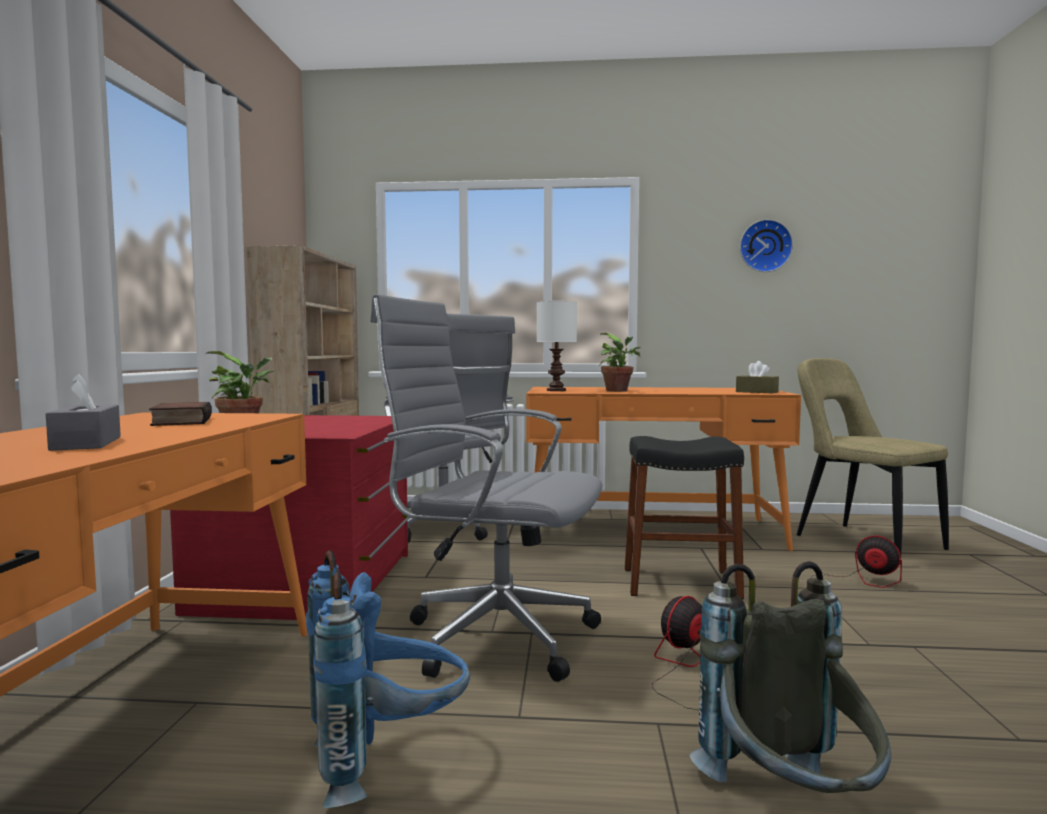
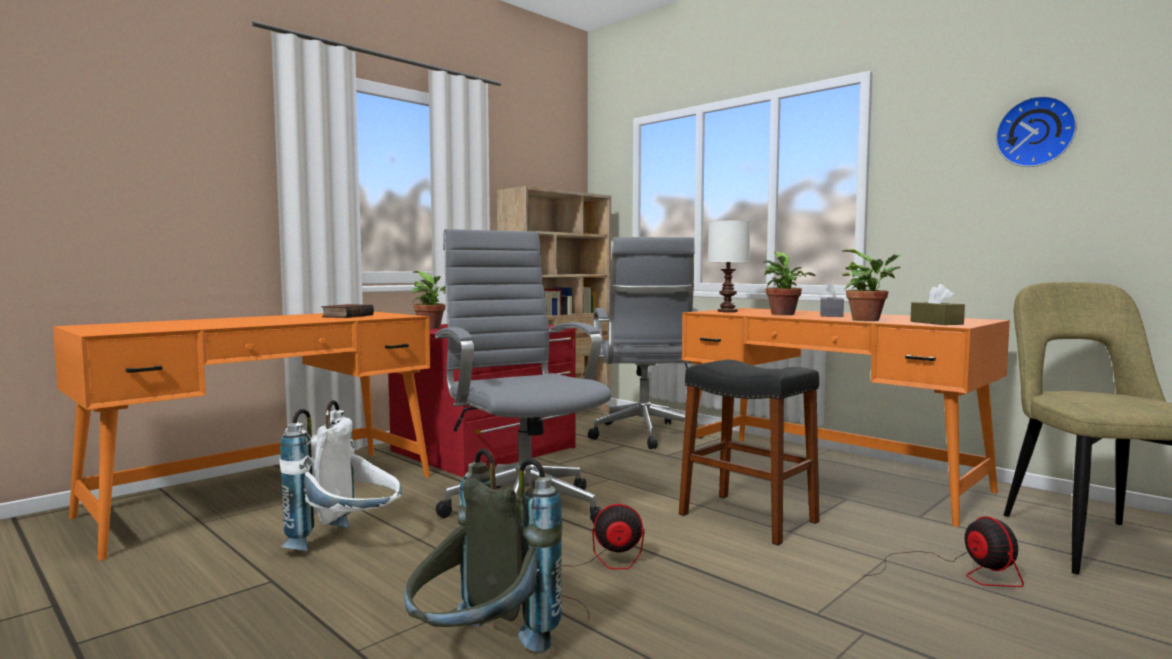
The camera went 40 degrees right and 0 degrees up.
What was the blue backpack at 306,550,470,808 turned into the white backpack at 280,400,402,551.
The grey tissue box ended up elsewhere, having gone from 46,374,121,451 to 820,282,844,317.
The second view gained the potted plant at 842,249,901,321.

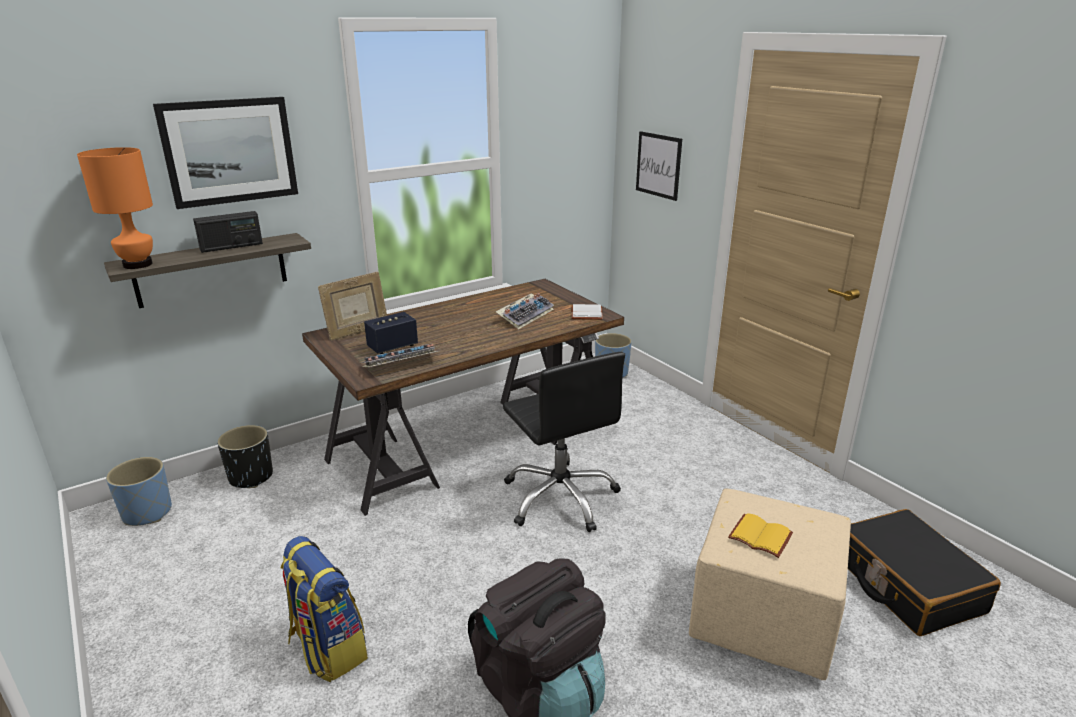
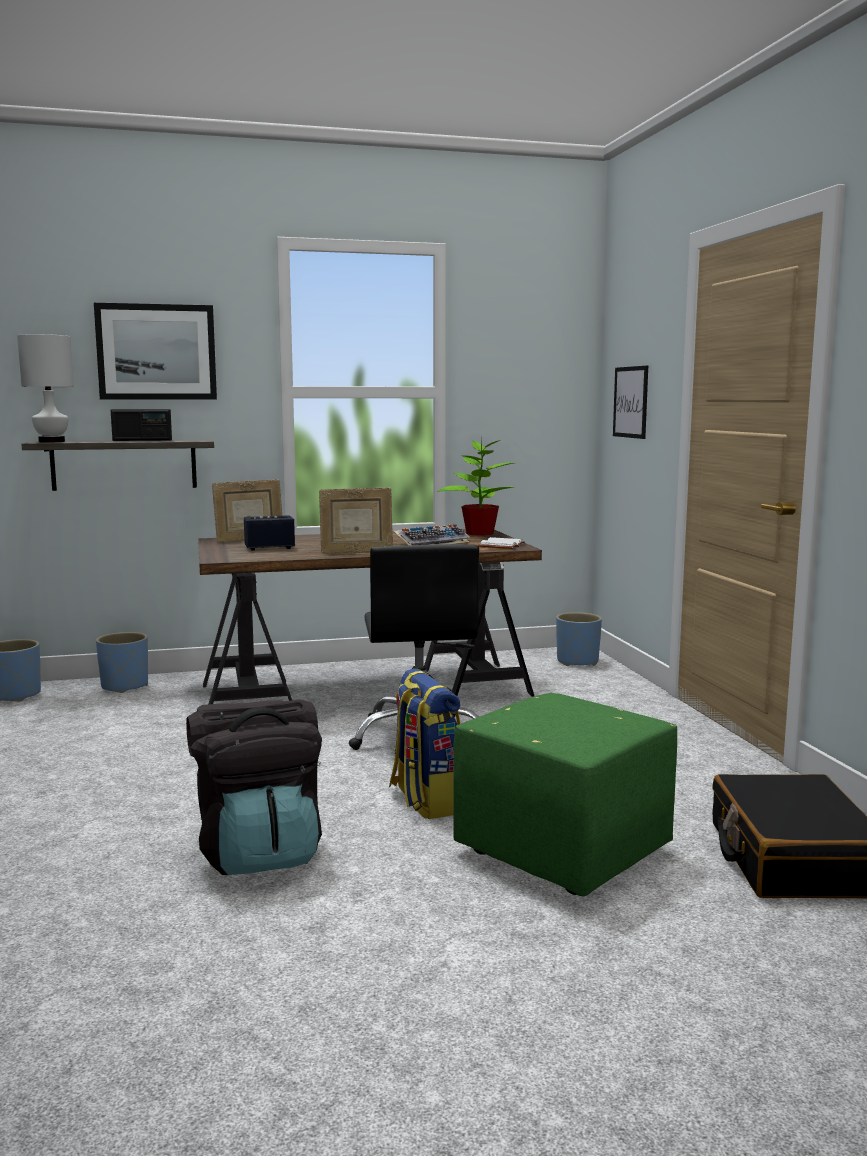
The camera went 20 degrees right and 15 degrees down.
What was the orange table lamp at 77,147,153,269 turned into the white table lamp at 17,334,74,442.
What was the black planter at 217,425,273,488 turned into the blue planter at 96,632,148,693.
The second view gained the picture frame at 319,487,393,554.
The backpack ended up elsewhere, having gone from 281,536,368,682 to 389,668,460,819.
The second view gained the potted plant at 438,437,514,536.
What was the beige ottoman at 689,488,851,680 turned into the green ottoman at 453,693,677,896.
The second view lost the keyboard at 360,344,438,367.
The second view lost the yellow book at 728,513,793,558.

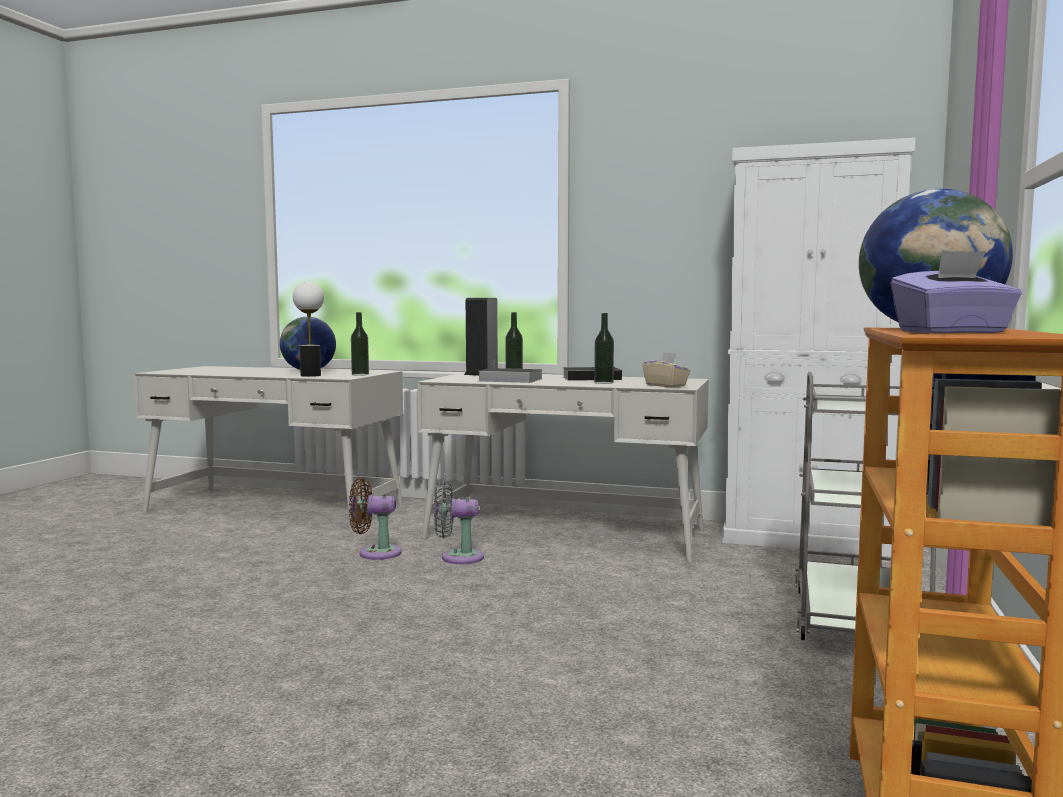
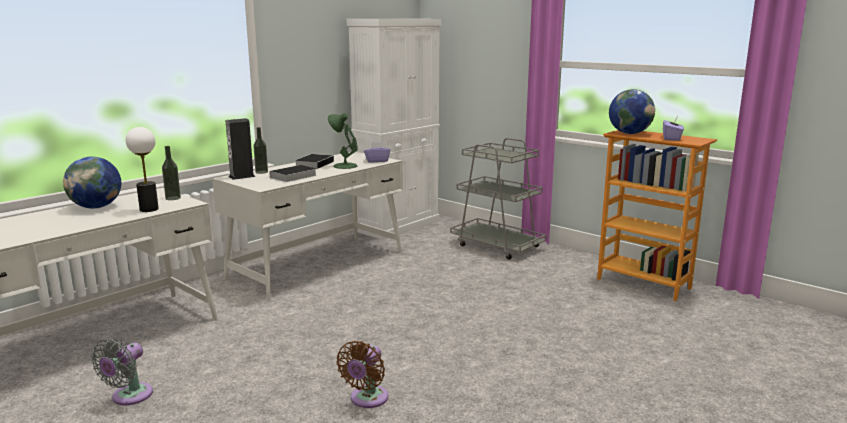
The camera went 65 degrees left and 10 degrees up.
The grey fan ended up elsewhere, having gone from 434,481,484,564 to 91,339,153,406.
Where the bottle stood at 594,313,614,384, the green table lamp came to stand at 328,113,358,169.
The brown fan ended up elsewhere, having gone from 349,478,402,560 to 336,341,388,408.
What was the beige tissue box at 642,352,691,387 turned into the purple tissue box at 364,141,390,163.

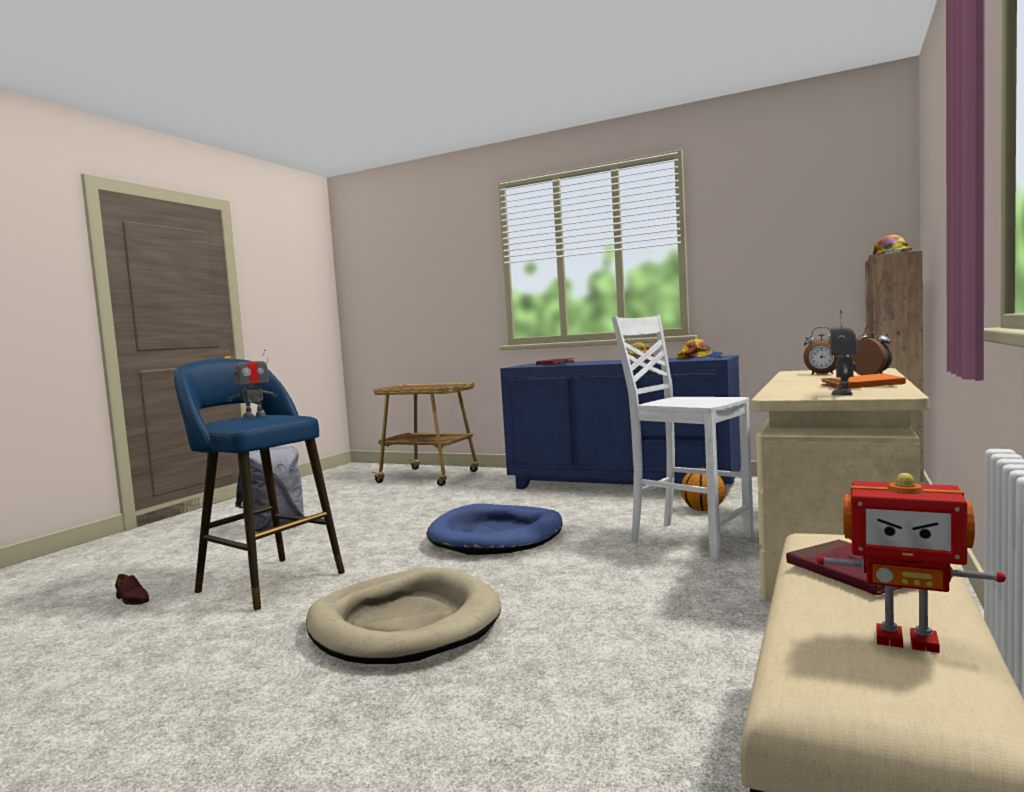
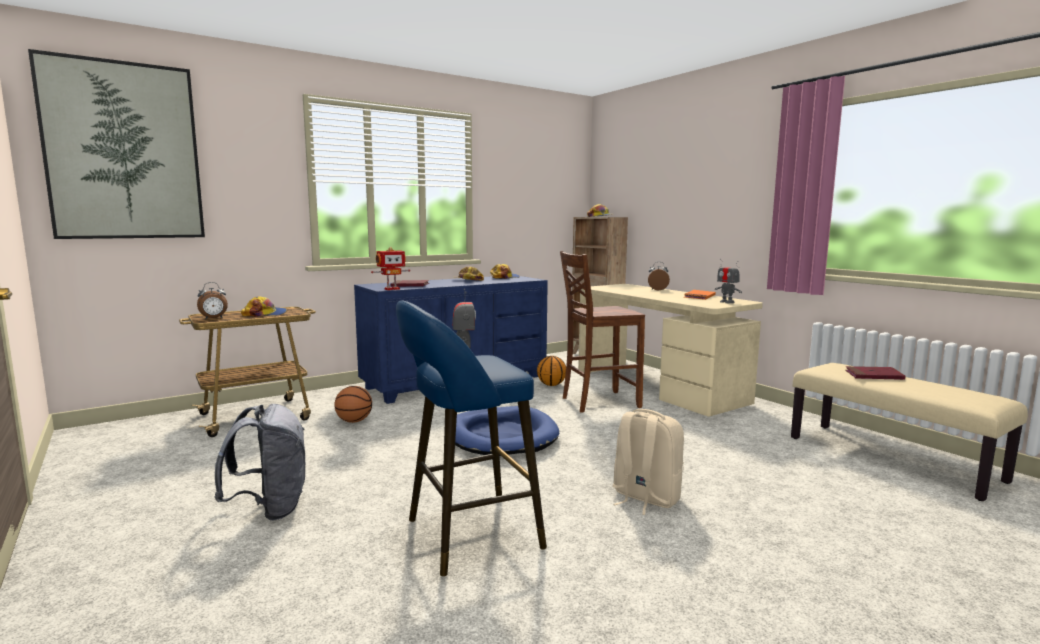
The camera went 60 degrees left and 5 degrees up.
The second view gained the picture at 28,49,205,239.
The alarm clock ended up elsewhere, having gone from 803,327,842,374 to 197,282,228,319.
The second view gained the cap at 241,296,287,317.
The second view gained the basketball at 334,386,372,423.
The toy robot ended up elsewhere, having gone from 817,473,1006,653 to 371,247,410,290.
What was the white chair at 612,315,754,561 turned into the brown chair at 560,251,645,413.
Where the beige dog bed stood at 306,567,501,664, the beige backpack came to stand at 612,409,684,515.
The second view lost the brown shoe at 115,574,149,605.

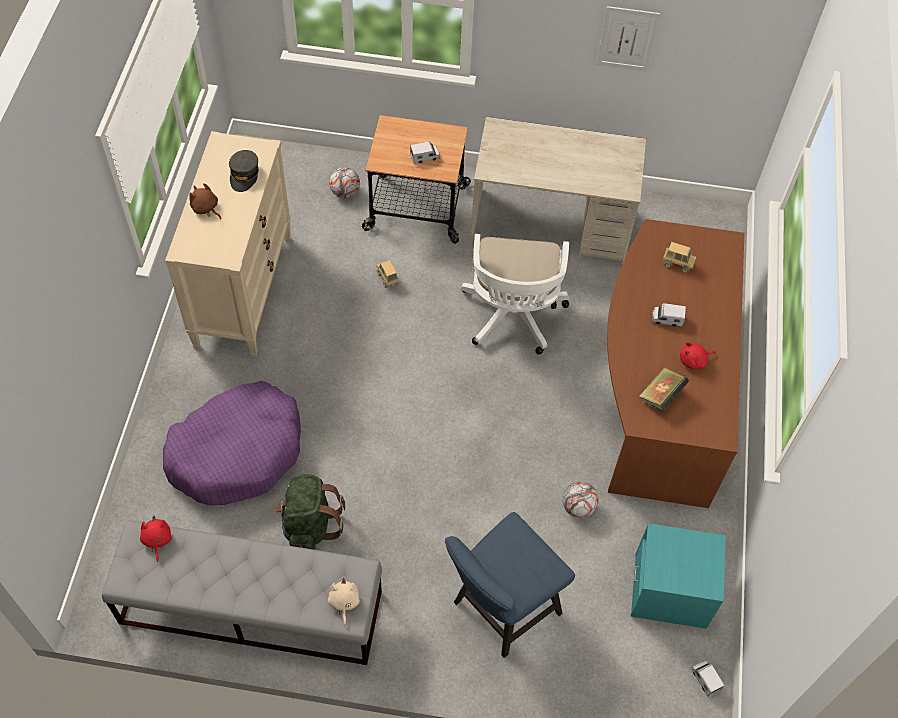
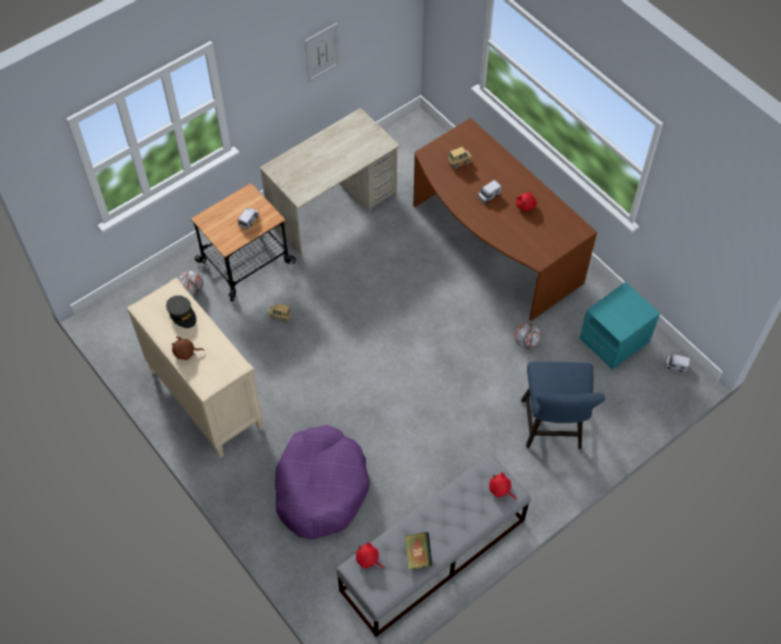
The camera went 45 degrees left and 0 degrees up.
The book ended up elsewhere, having gone from 639,367,689,411 to 405,532,433,571.
What was the beige plush toy at 328,578,360,626 turned into the red plush toy at 489,472,516,500.
The second view lost the green backpack at 274,474,345,550.
The second view lost the white office chair at 460,234,569,354.

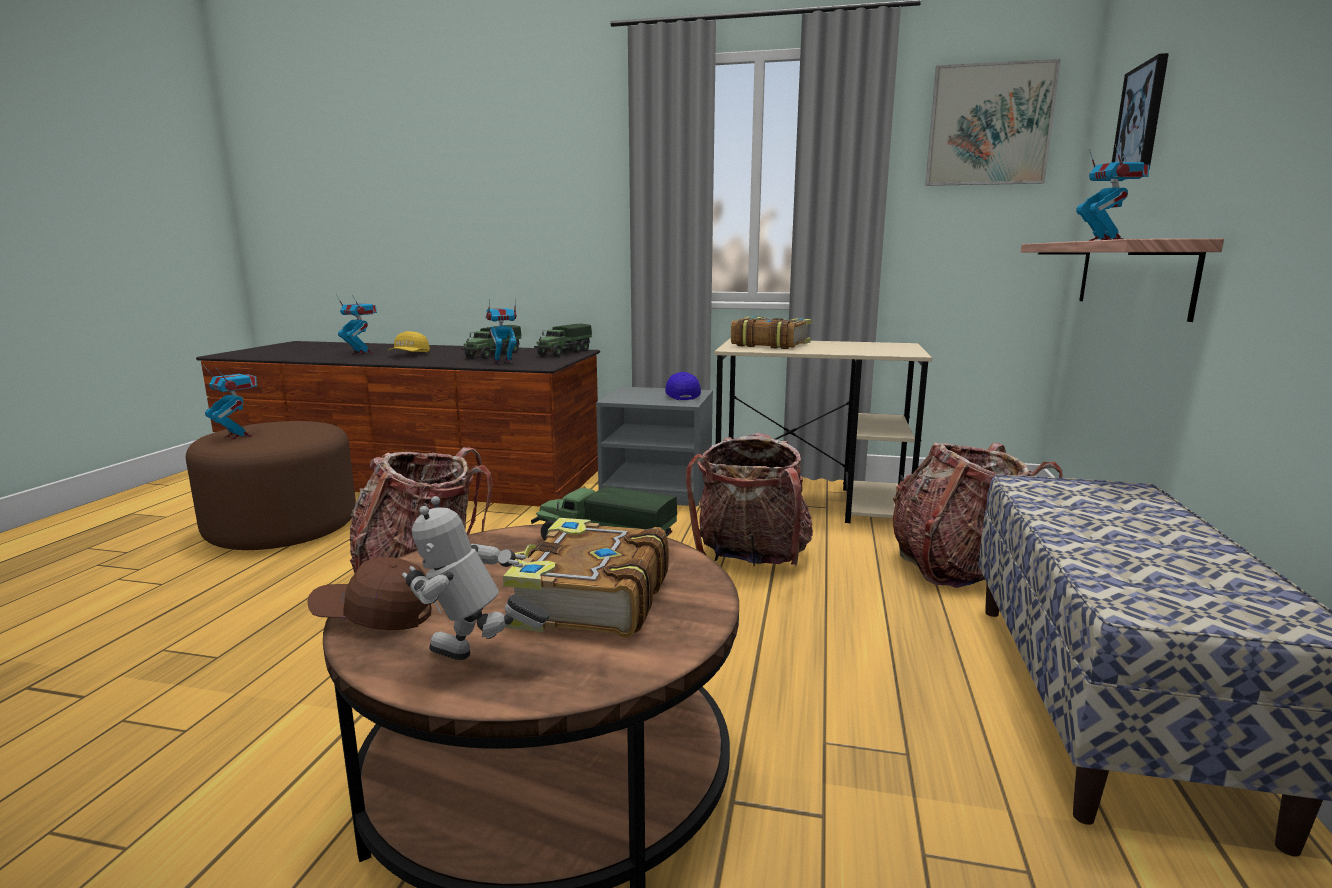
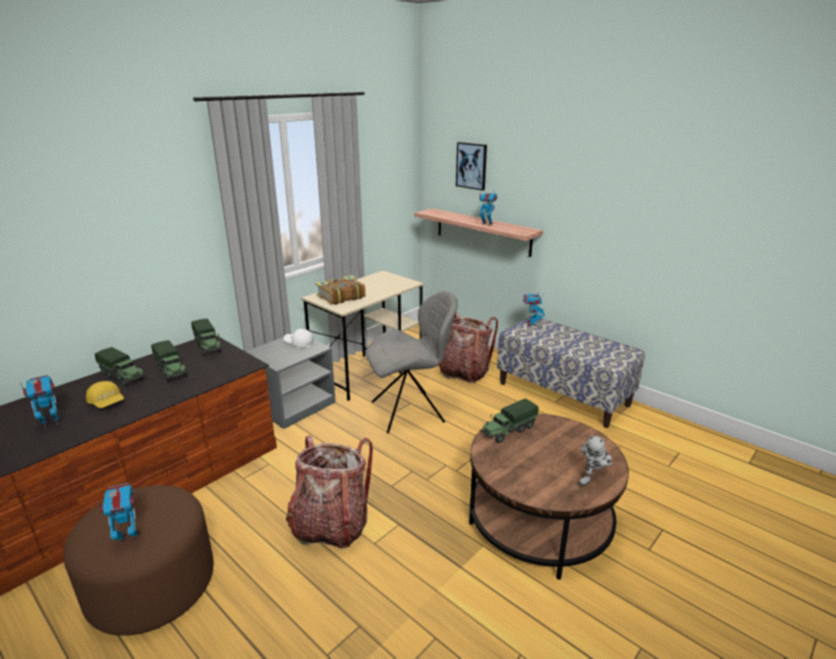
The camera went 60 degrees left and 10 degrees up.
The second view gained the toy truck at 95,347,146,387.
What was the blue cap at 665,372,701,400 turned into the white cap at 284,329,314,348.
Where the backpack stood at 686,433,813,566, the grey chair came to stand at 366,291,458,433.
The toy robot ended up elsewhere, having gone from 485,299,516,364 to 523,288,545,326.
The second view lost the brown cap at 307,557,432,630.
The second view lost the book at 503,518,669,638.
The second view lost the picture at 925,59,1061,186.

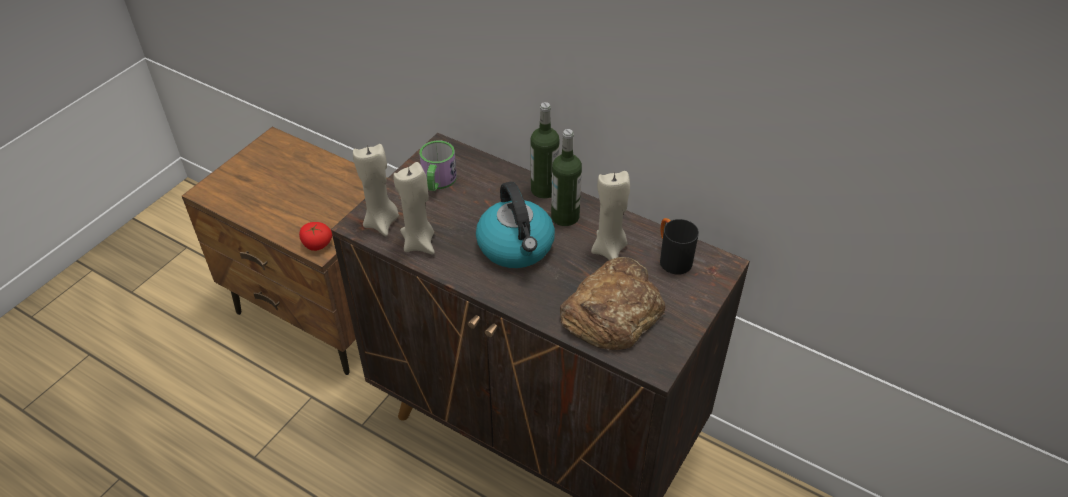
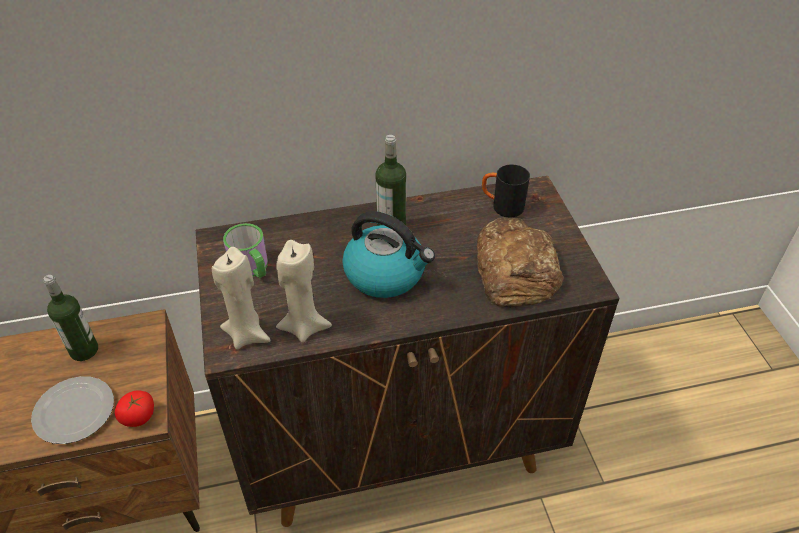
The camera went 45 degrees left and 0 degrees up.
The second view gained the plate at 31,376,114,444.
The bottle ended up elsewhere, having gone from 531,102,560,199 to 43,275,98,361.
The second view lost the beige candle at 591,171,630,260.

